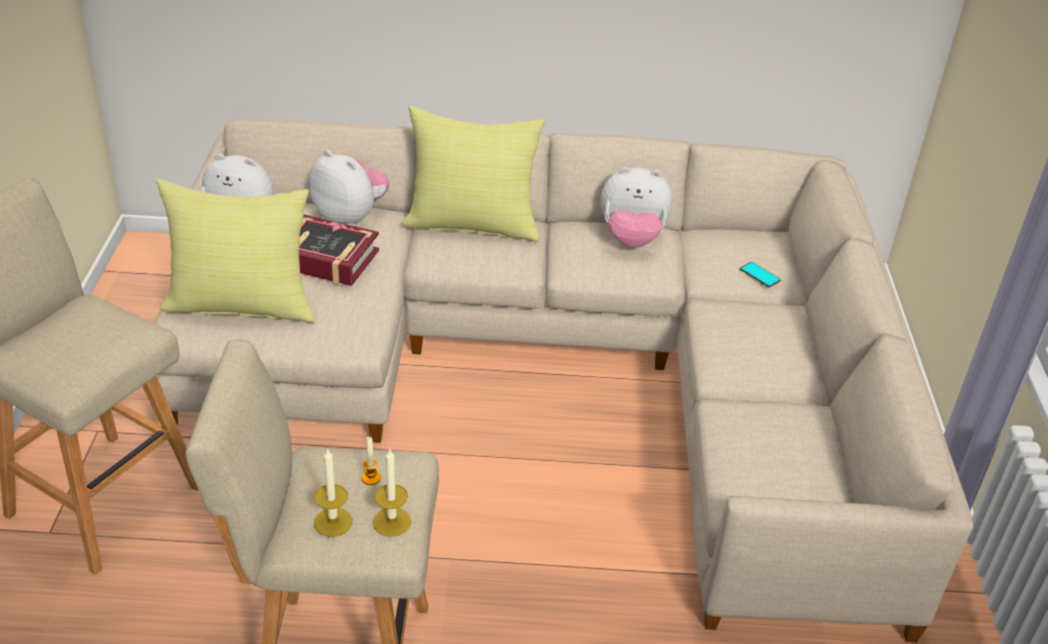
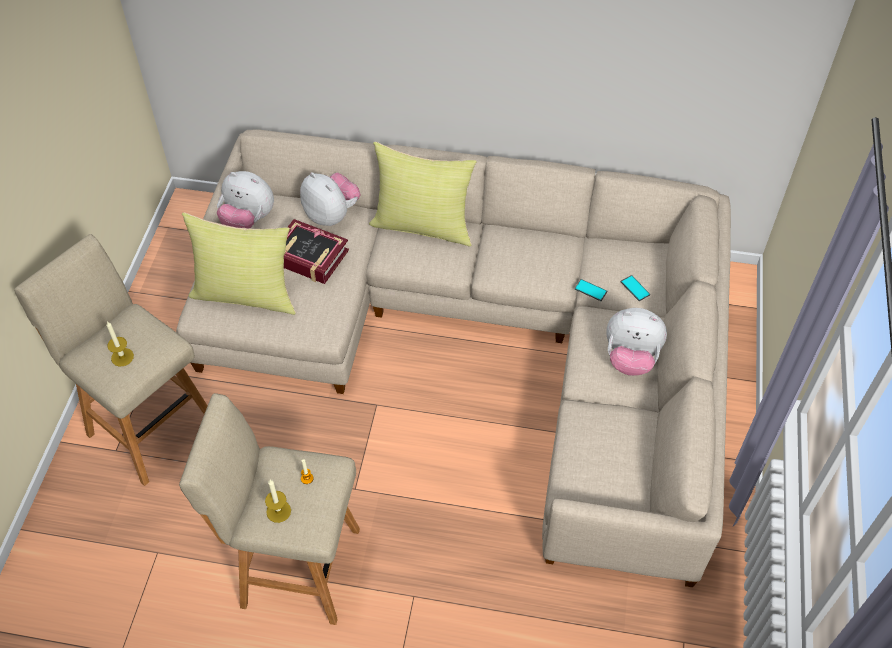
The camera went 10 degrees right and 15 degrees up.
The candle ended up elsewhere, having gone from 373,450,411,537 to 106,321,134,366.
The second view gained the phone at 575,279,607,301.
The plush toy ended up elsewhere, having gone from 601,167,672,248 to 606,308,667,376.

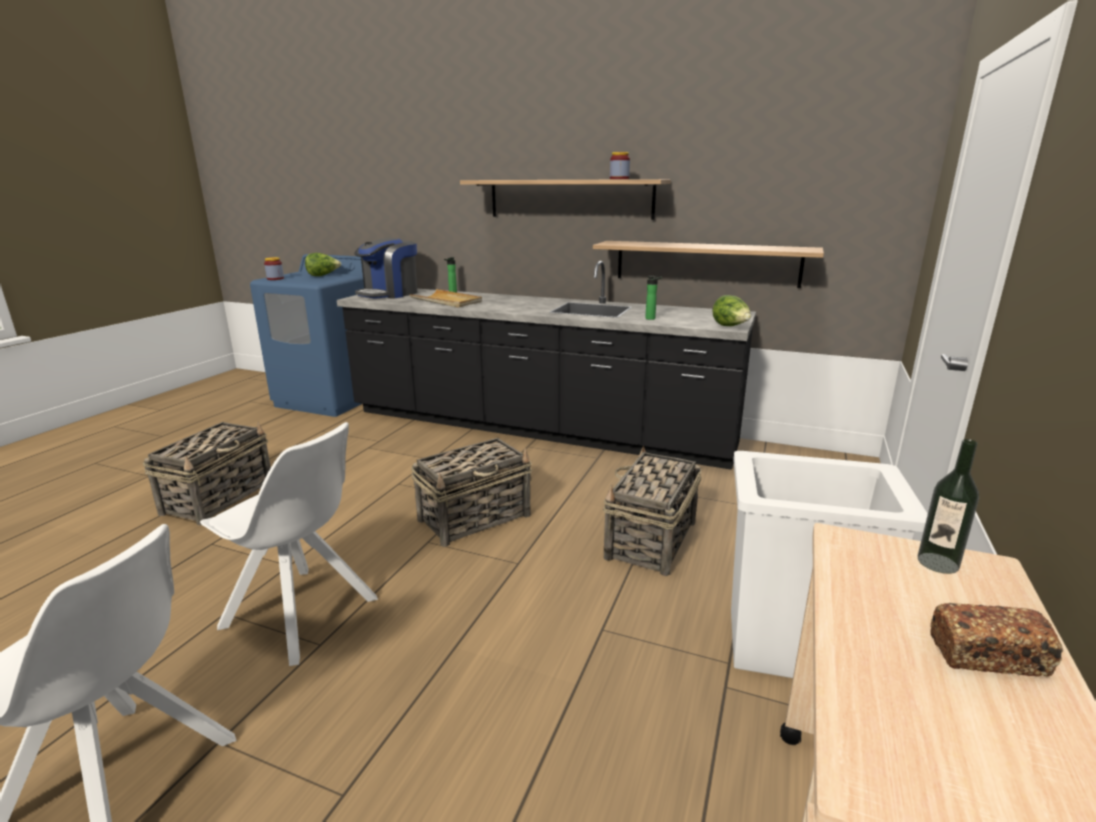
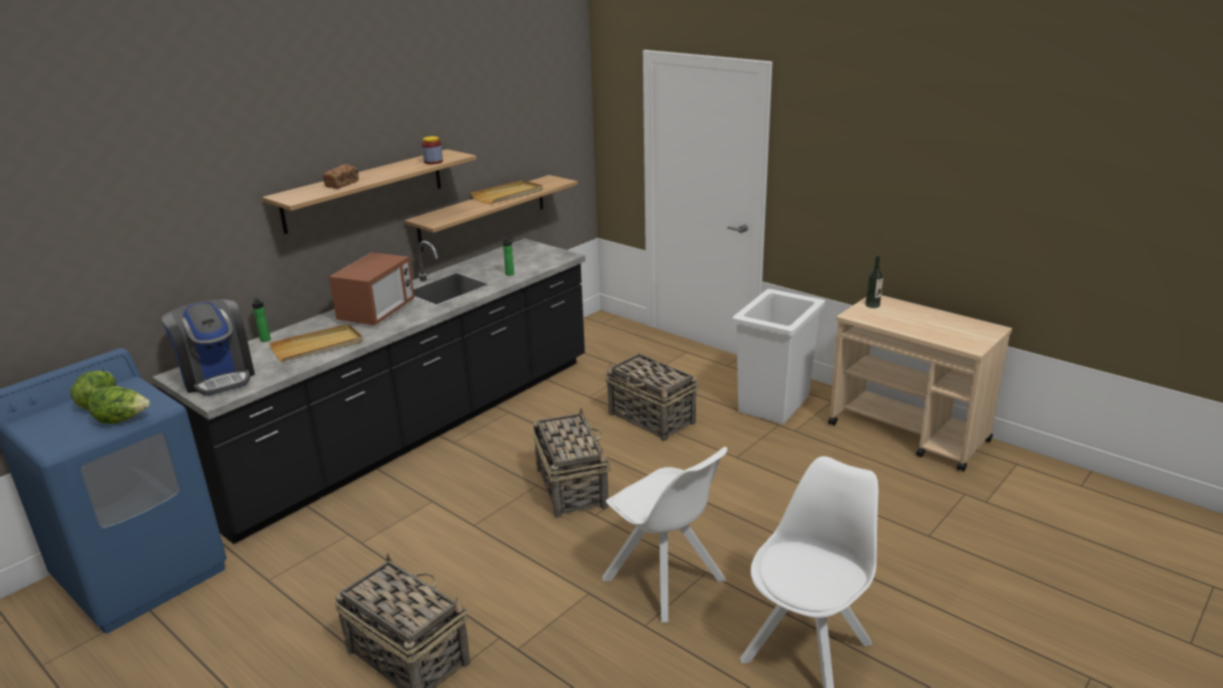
The camera went 70 degrees left and 5 degrees up.
The lettuce ended up elsewhere, having gone from 712,295,751,326 to 89,386,150,424.
The bread ended up elsewhere, having gone from 930,603,1064,677 to 323,164,359,189.
The second view gained the microwave at 329,252,415,325.
The second view gained the beige tray at 471,180,543,204.
The white chair at 200,422,378,666 ended up facing another way, 90 degrees clockwise from before.
The second view lost the jar at 264,257,284,280.

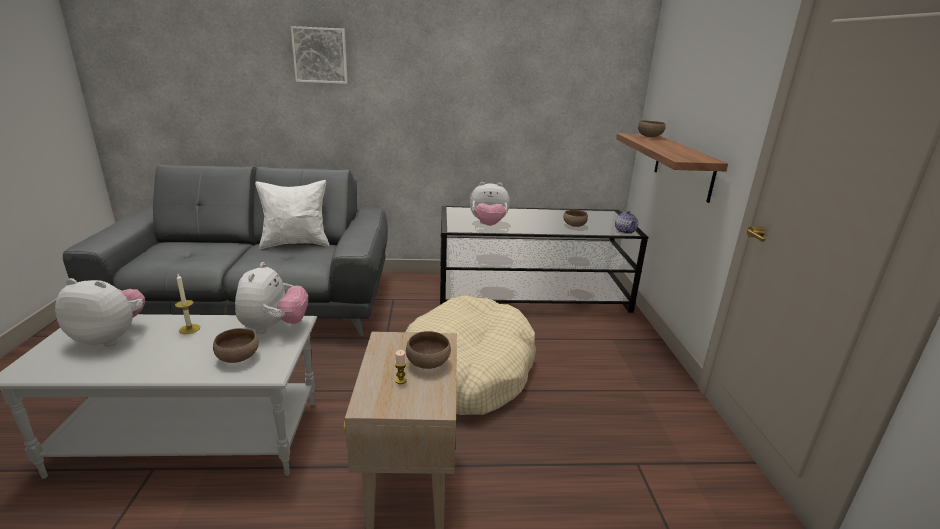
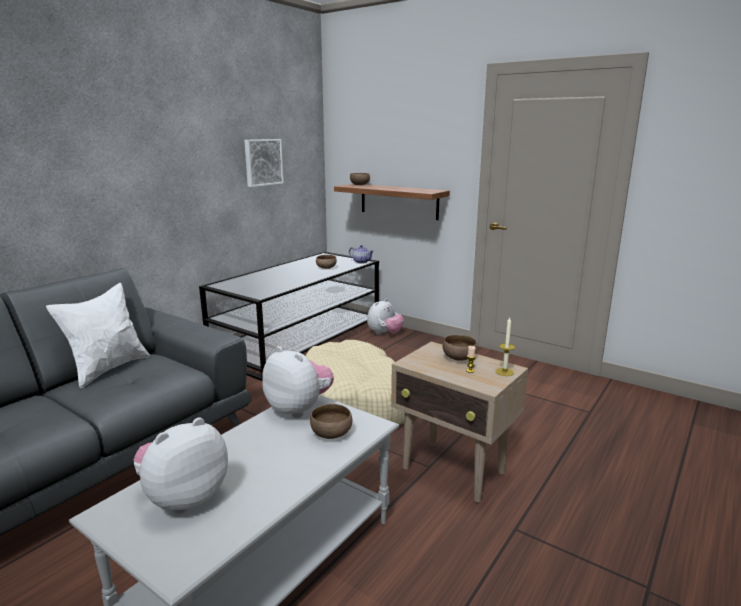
The camera went 50 degrees left and 5 degrees down.
The picture ended up elsewhere, having gone from 291,26,348,84 to 244,139,284,187.
The plush toy ended up elsewhere, having gone from 470,182,510,226 to 367,299,404,335.
The candle ended up elsewhere, having gone from 175,274,200,334 to 496,317,515,376.

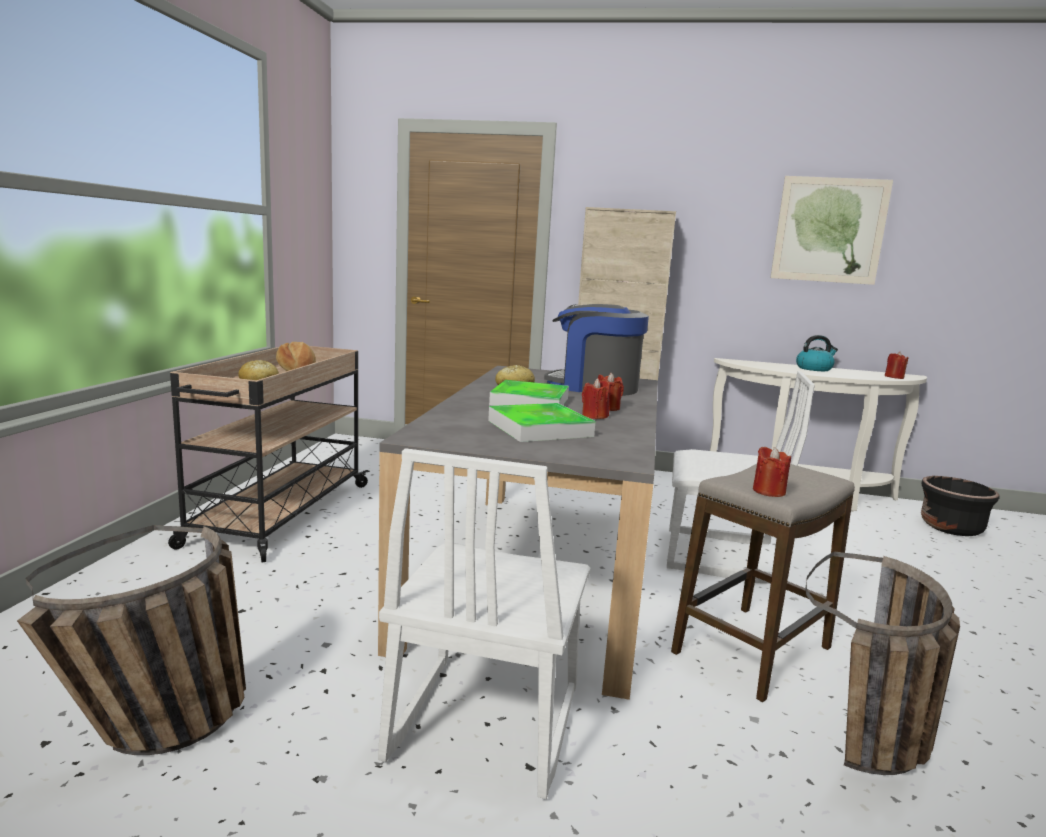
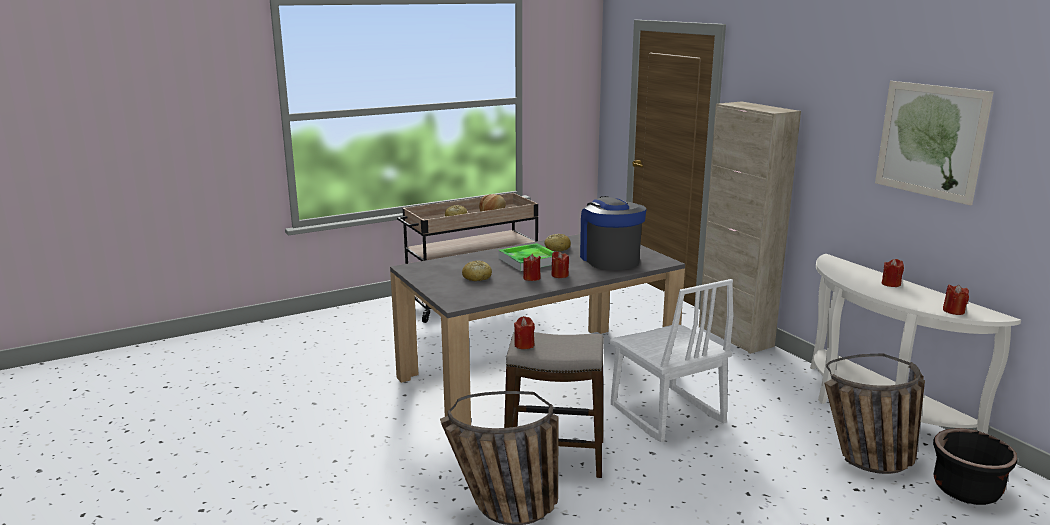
The camera went 50 degrees right and 5 degrees up.
Where the tray stood at 488,403,596,442, the bread came to stand at 462,261,492,281.
The basket ended up elsewhere, having gone from 17,525,246,755 to 824,353,925,474.
Where the kettle stood at 796,335,838,371, the red candle came to stand at 882,259,904,287.
The second view lost the white chair at 378,448,591,799.

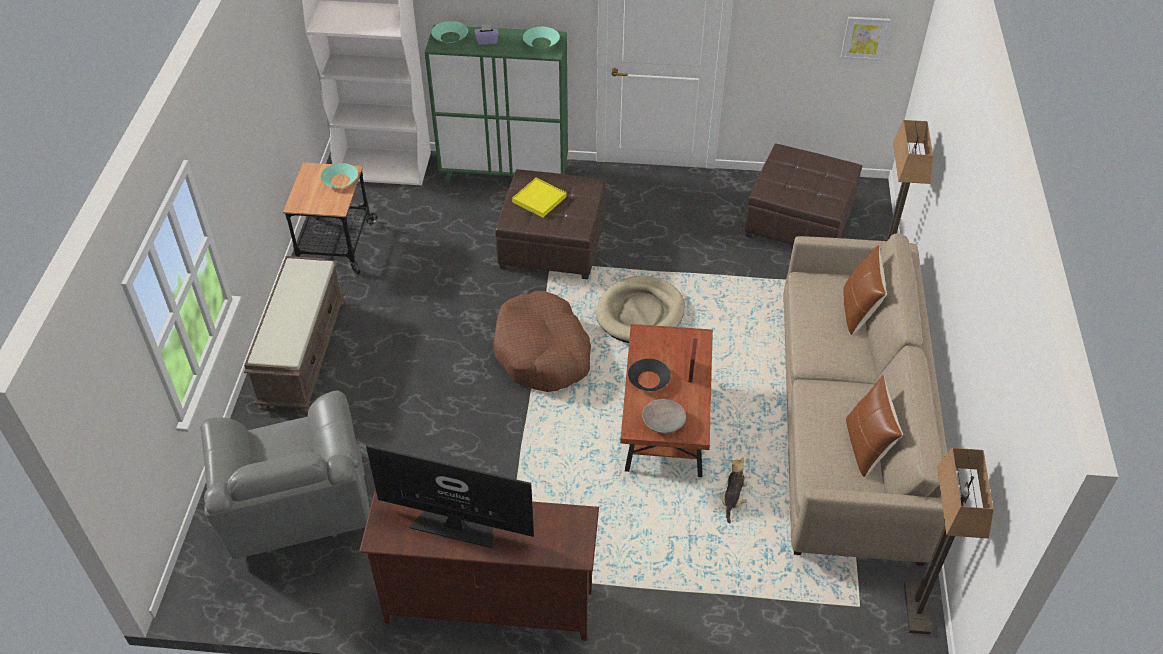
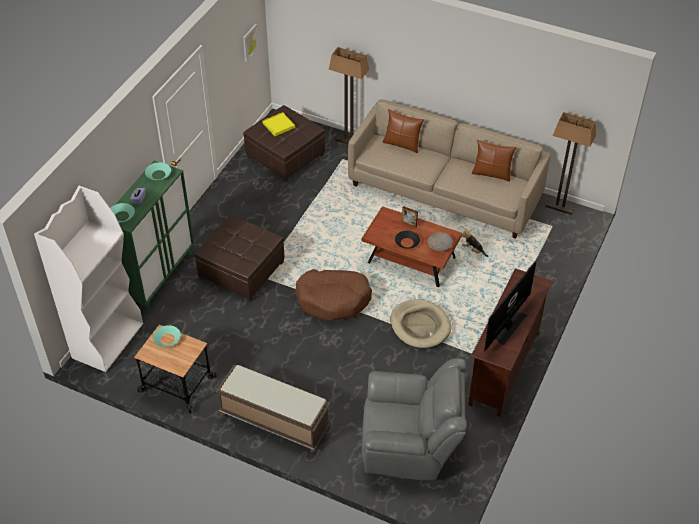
The camera went 70 degrees left and 0 degrees up.
The yellow tray ended up elsewhere, having gone from 512,178,567,217 to 262,112,295,136.
The beige dog bed ended up elsewhere, having gone from 596,276,685,343 to 391,299,451,348.

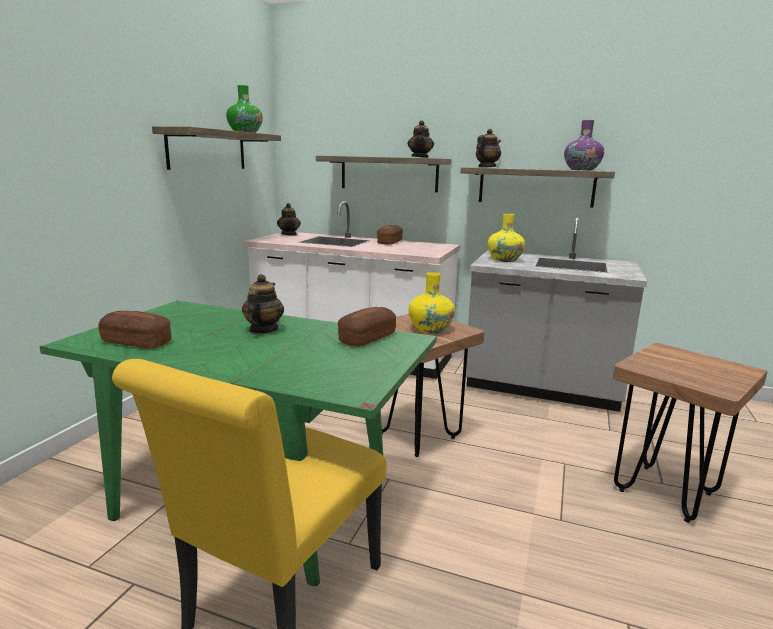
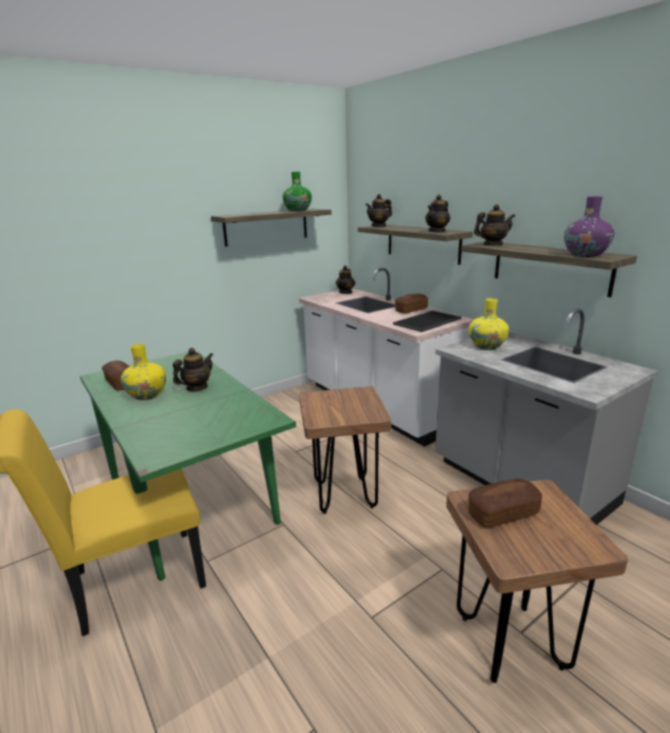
The camera went 35 degrees right and 5 degrees up.
The yellow vase ended up elsewhere, having gone from 409,272,455,334 to 121,344,166,400.
The second view gained the teapot at 366,194,392,227.
The second view gained the tray at 393,310,461,332.
The bread ended up elsewhere, having gone from 338,307,396,347 to 468,479,542,527.

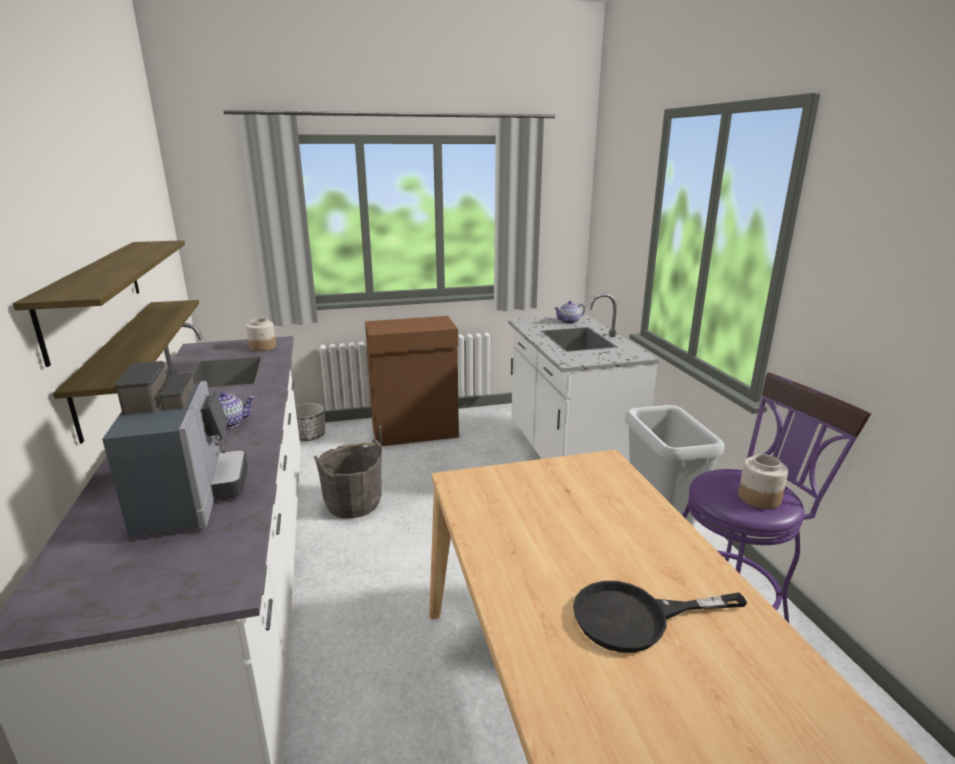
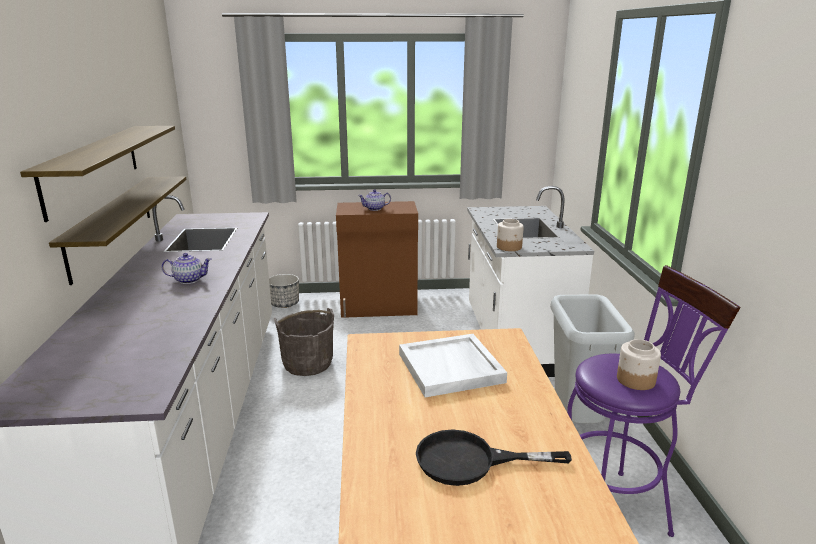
The camera went 10 degrees right and 0 degrees up.
The teapot ended up elsewhere, having gone from 555,301,585,324 to 358,190,391,211.
The second view gained the white tray at 399,334,507,398.
The jar ended up elsewhere, having gone from 246,318,276,351 to 497,219,524,251.
The second view lost the coffee machine at 102,361,248,538.

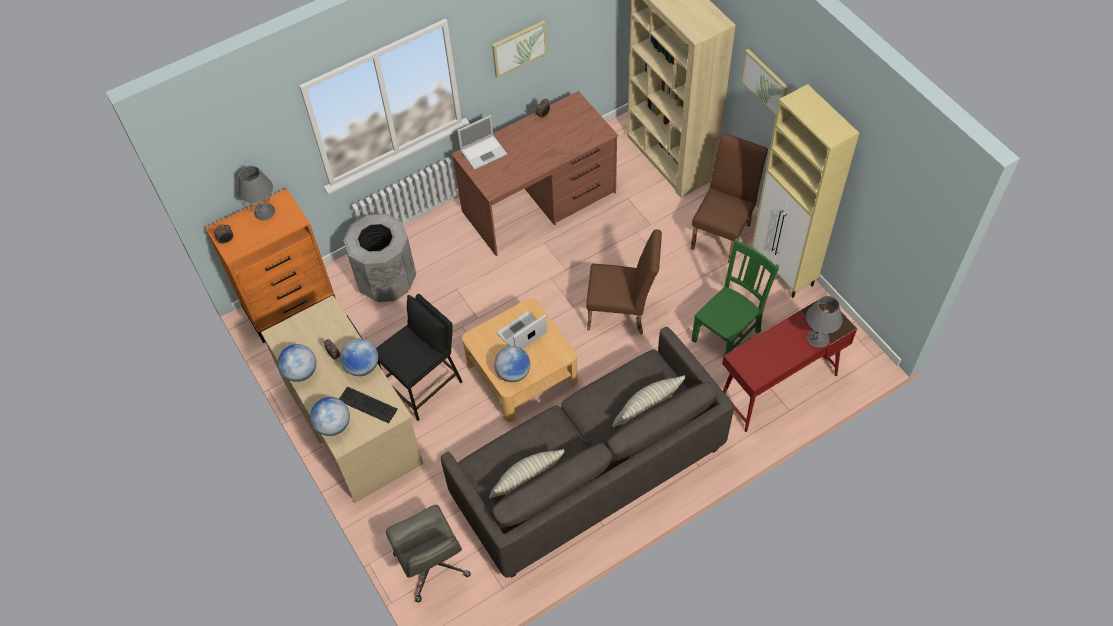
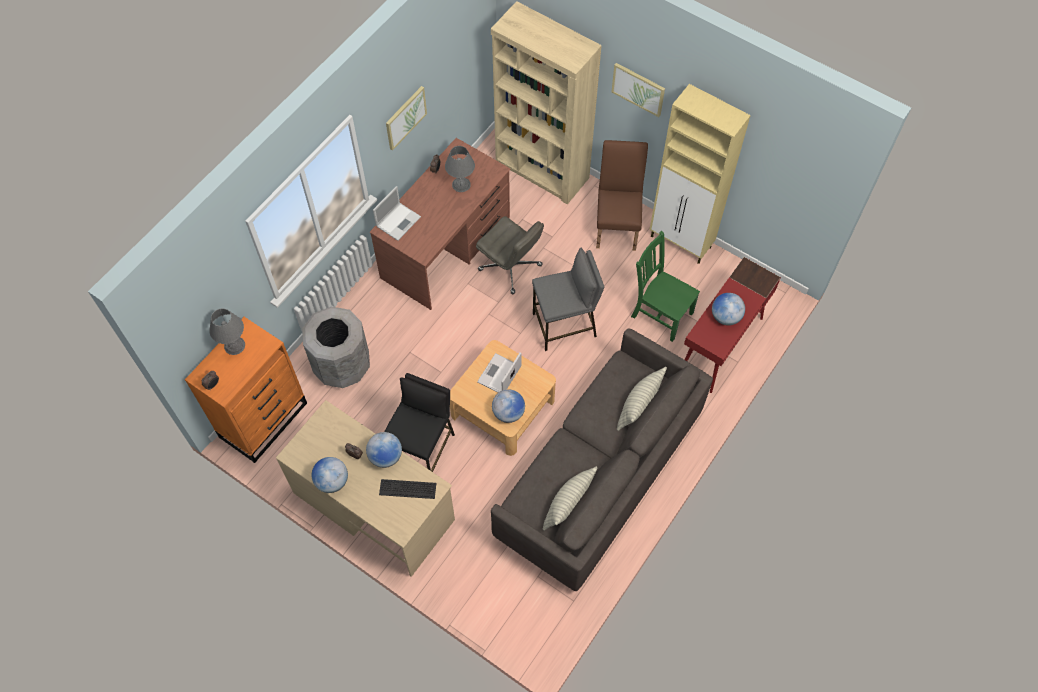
The camera went 25 degrees left and 5 degrees up.
The grey table lamp ended up elsewhere, having gone from 806,296,843,348 to 445,146,475,192.
The grey office chair ended up elsewhere, having gone from 386,505,471,602 to 476,216,544,294.
Where the brown chair stood at 586,229,662,335, the grey stool came to stand at 532,248,605,351.
The green chair at 691,238,779,355 ended up facing another way, 75 degrees counterclockwise from before.
The globe ended up elsewhere, having gone from 310,397,350,436 to 712,293,745,326.

